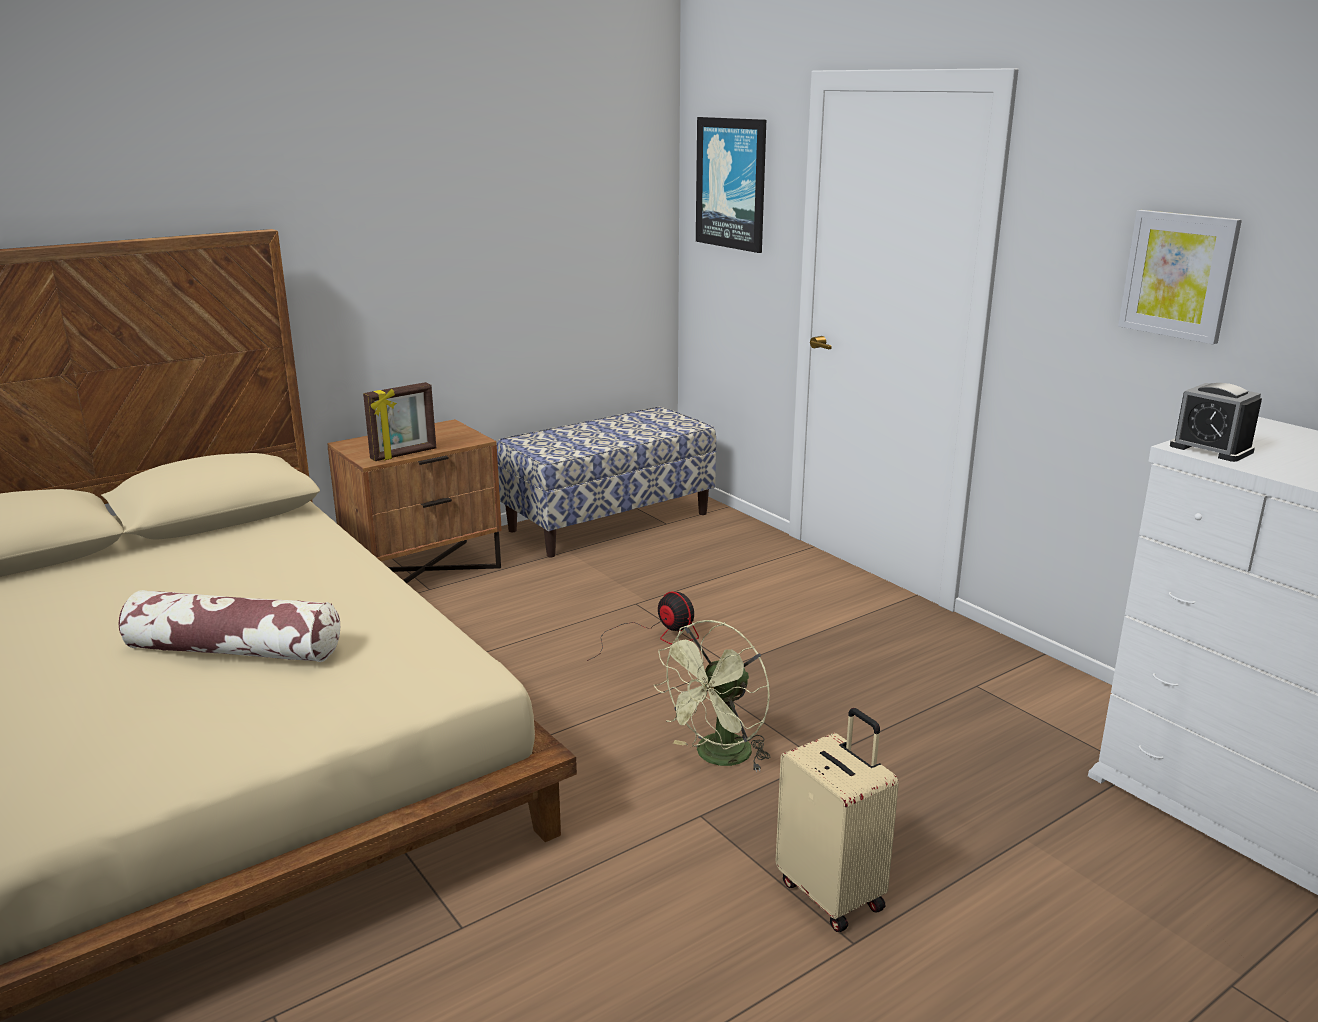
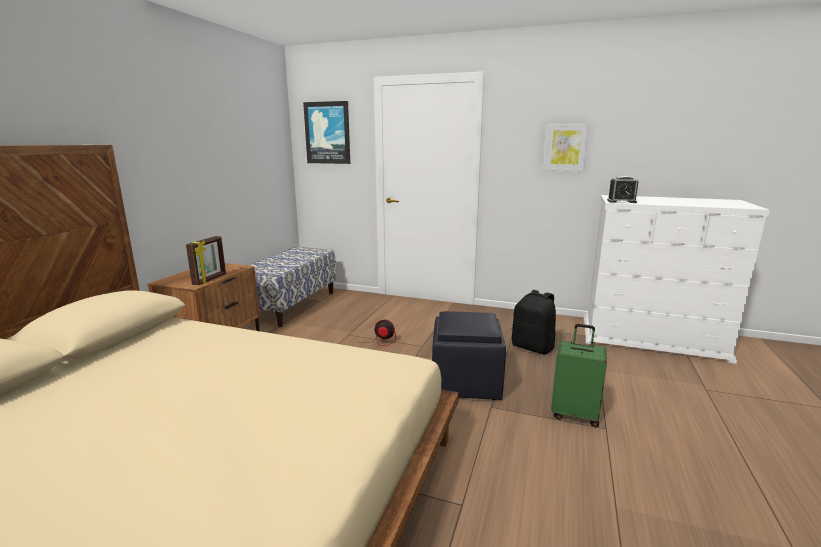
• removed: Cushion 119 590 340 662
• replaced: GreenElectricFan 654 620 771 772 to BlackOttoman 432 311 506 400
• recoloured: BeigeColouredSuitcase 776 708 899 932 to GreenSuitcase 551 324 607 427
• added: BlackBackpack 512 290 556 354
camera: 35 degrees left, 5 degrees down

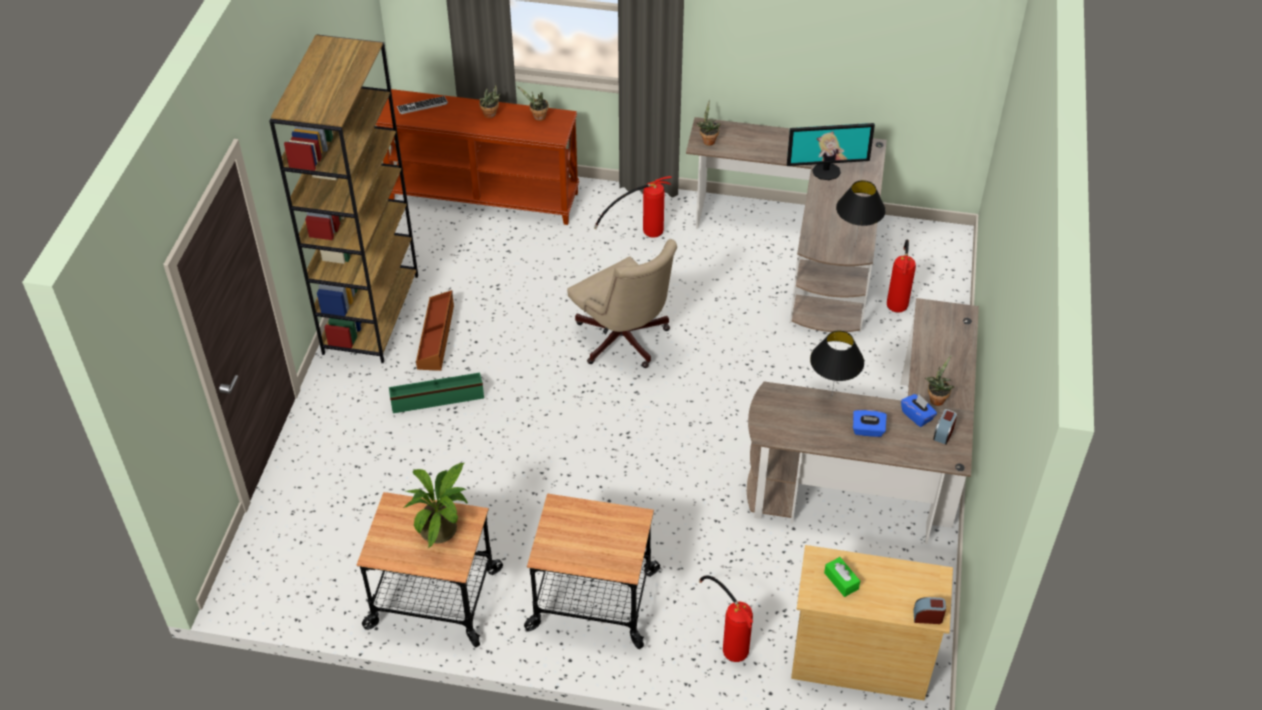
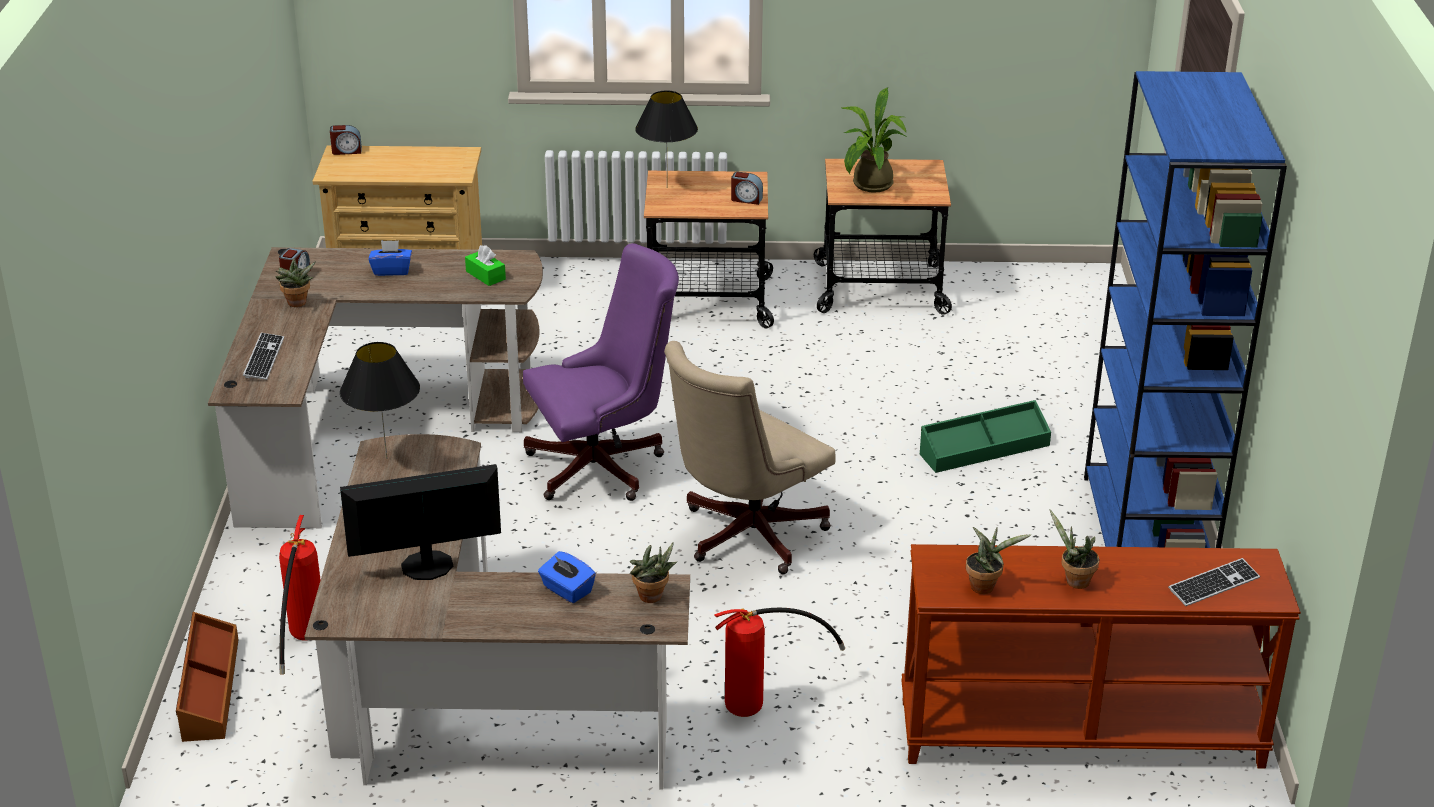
• recoloured: BrownBookshelf 269 35 418 363 to BluishBookshelf 1084 71 1287 548
• turned: BeigeColouredOfficeChair 567 239 677 368 = 664 341 836 574 90 degrees counterclockwise
• moved: BrownStorageContainer 416 290 454 371 to 176 612 239 742
• moved: BlackTableLamp 810 331 864 398 to 635 91 698 188
• moved: BluishTissueHolder 901 394 937 427 to 538 551 596 603
• moved: GreenTissueHolder 824 557 860 597 to 465 245 506 286
• removed: Extinguisher 699 575 753 662
• added: BedsideClock 731 172 763 205
• added: PurplishOfficeChair 523 243 679 501
• added: Keyboard 243 333 284 380
camera: 170 degrees right, 15 degrees down

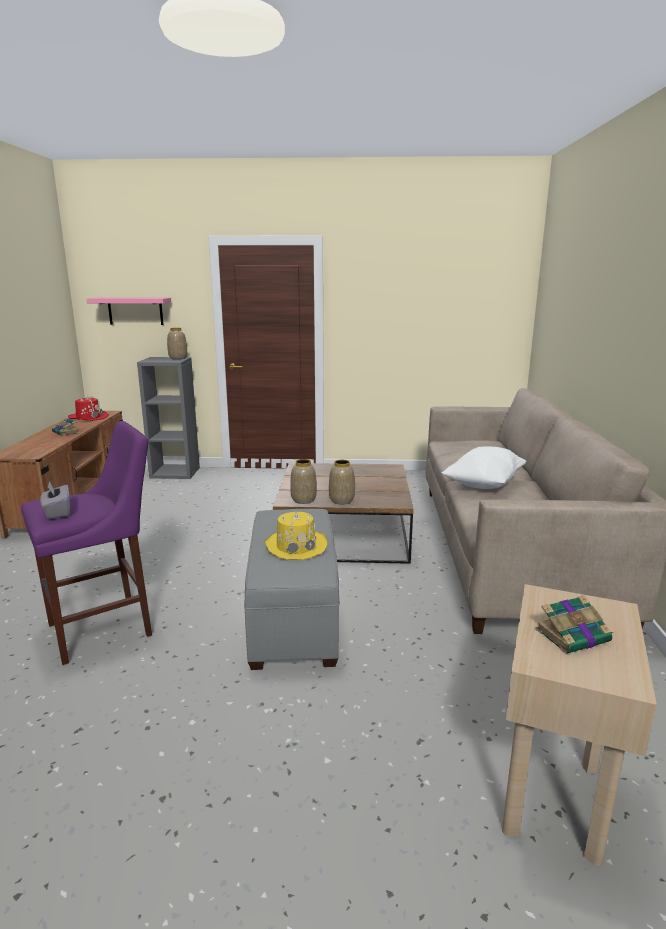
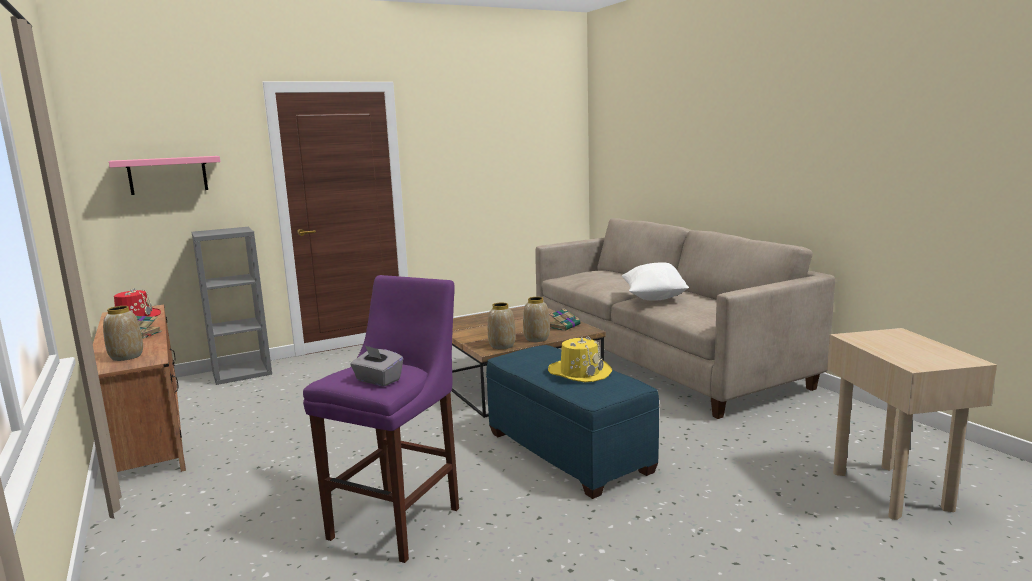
• moved: DecorativeVase 167 328 187 359 to 103 306 143 361
• recoloured: GreyOttoman 244 509 340 670 to BluishOttoman 486 345 659 499
• moved: Volume 535 595 613 654 to 549 308 581 331
camera: 30 degrees left, 5 degrees down

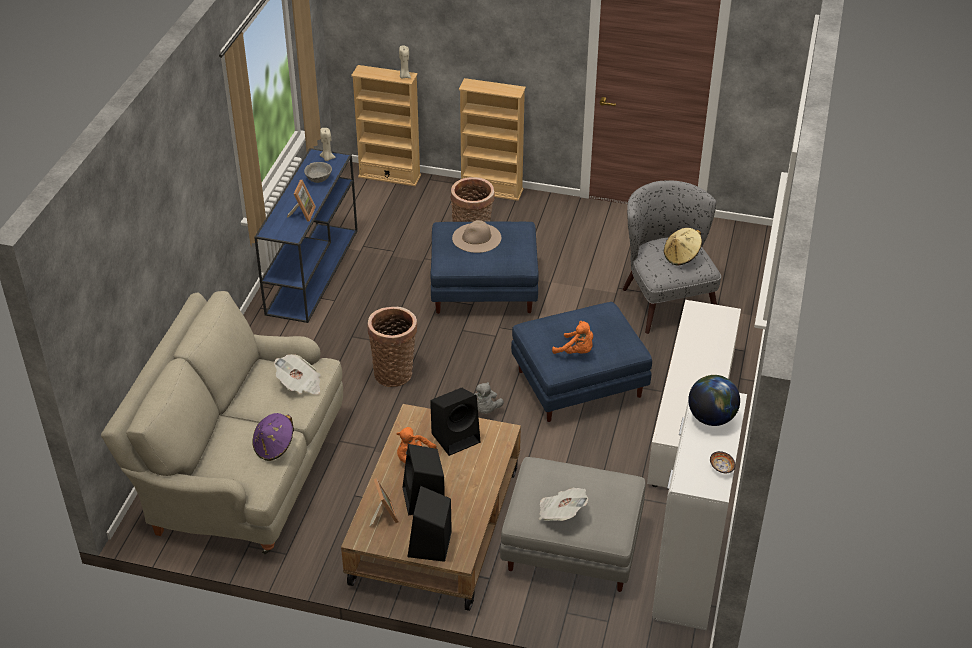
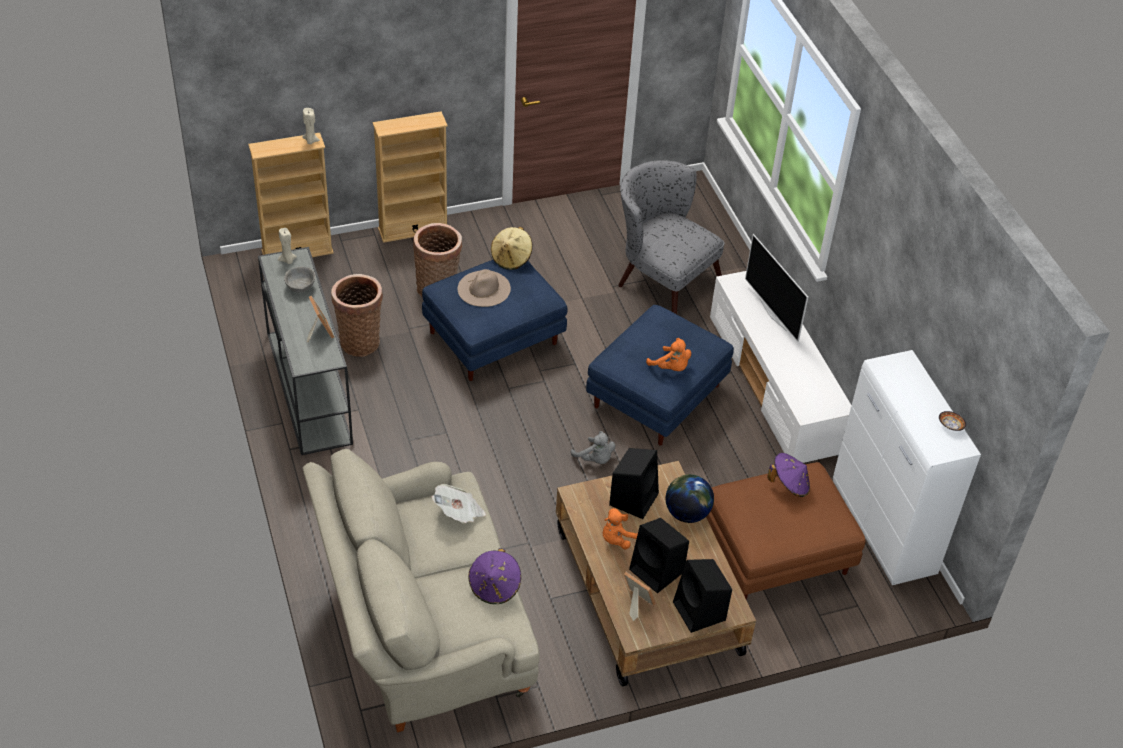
• recoloured: BluishHallTable 254 148 358 323 to GreyHallTable 258 247 353 455
• moved: BeigeColouredHat 664 228 702 265 to 491 227 533 270
• moved: HouseholdBasket 367 307 417 387 to 331 274 383 357
• turned: OrangeyCuddlyToy 552 321 593 354 = 646 338 691 371 45 degrees clockwise
• moved: DeskGlobe 688 375 740 426 to 666 474 714 523
• recoloured: GreyOttoman 500 457 646 592 to BrownOttoman 706 462 866 600
• removed: Newspaper 539 488 588 521
• added: Television 745 234 808 342
• added: PurplishHat 767 453 810 497
camera: 35 degrees left, 5 degrees up

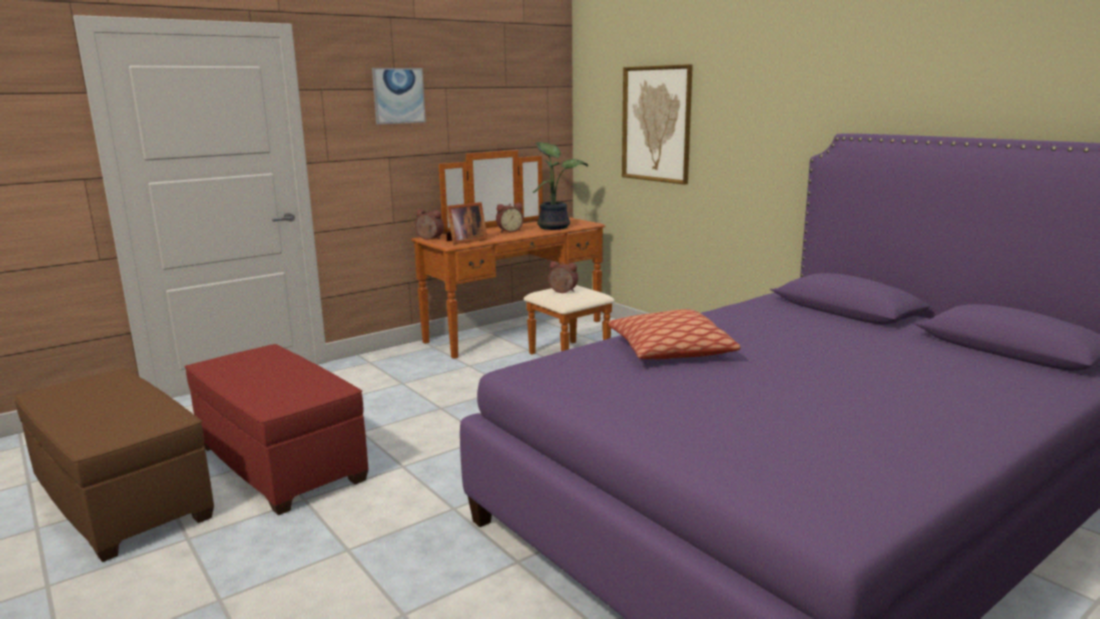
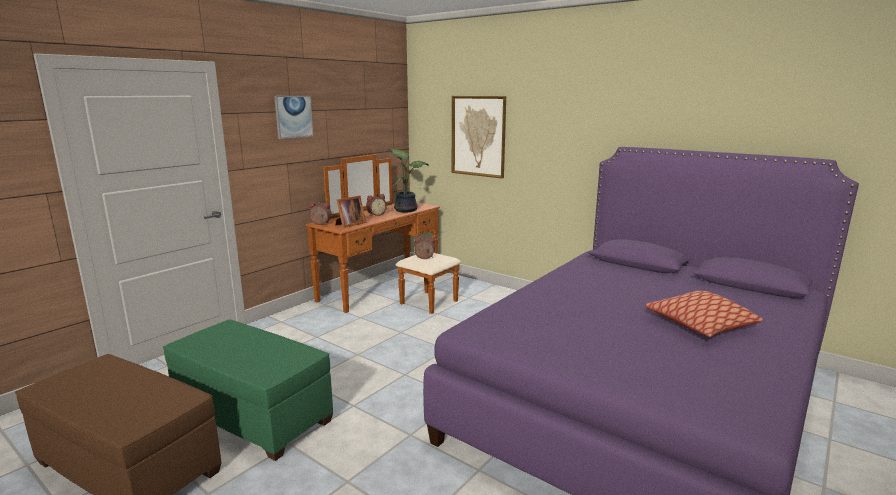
• moved: Cushion 608 309 741 359 to 645 291 763 337
• recoloured: RedOttoman 185 344 369 515 to GreenOttoman 163 319 333 461
camera: 15 degrees left, 0 degrees up

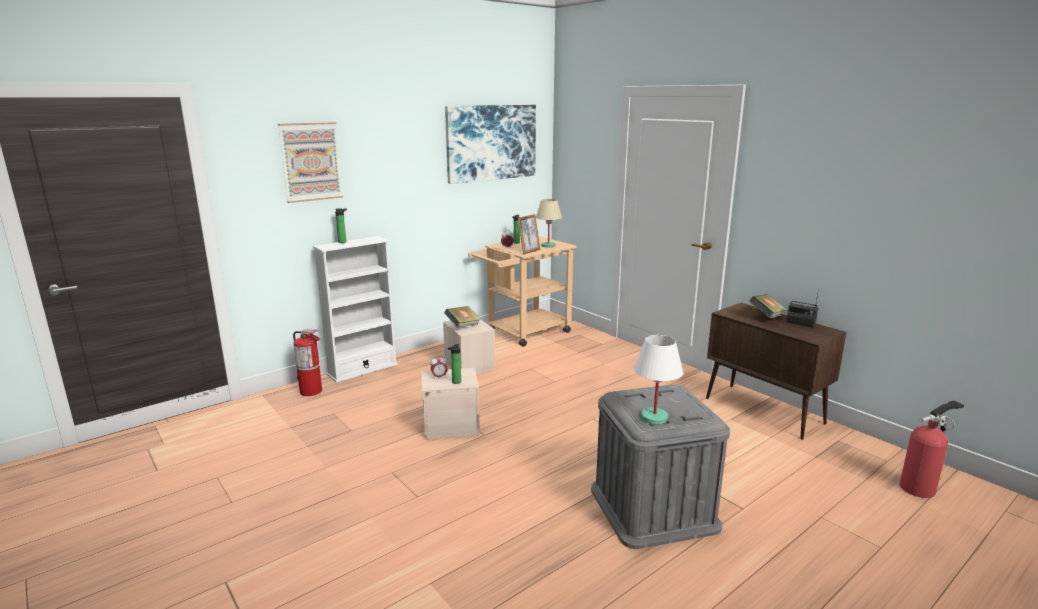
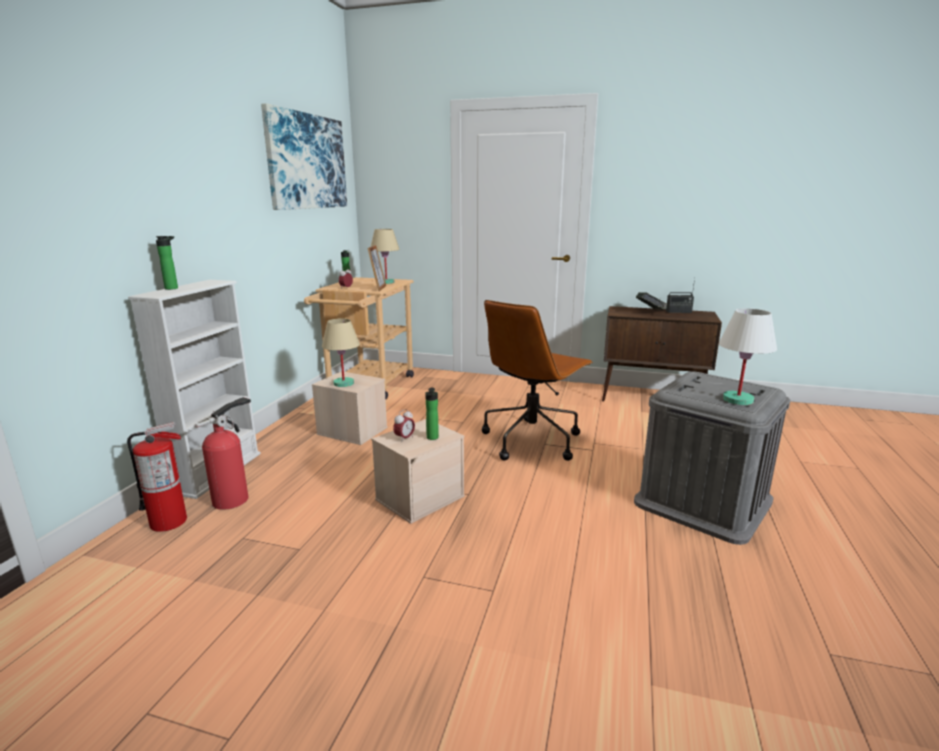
• removed: WallPicture 278 122 343 203
• replaced: Volume 444 306 481 327 to BeigeColouredTableLamp 322 318 360 387
• moved: Extinguisher 899 400 964 498 to 195 397 251 510
• added: BrownOfficeChair 482 300 593 461
camera: 35 degrees left, 0 degrees up

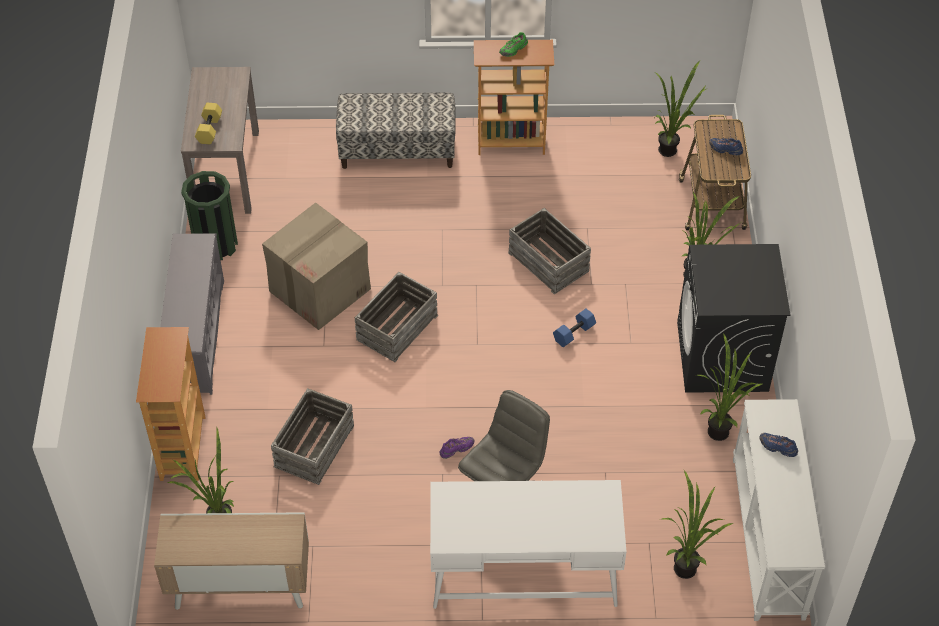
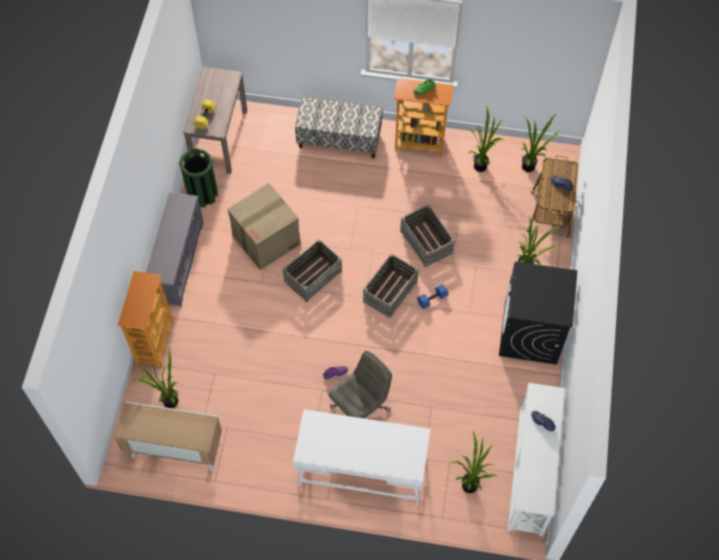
• moved: PottedPlant 696 333 762 441 to 464 106 503 172
• moved: ShippingCrate 271 388 354 485 to 362 254 419 318
camera: 10 degrees right, 10 degrees up

